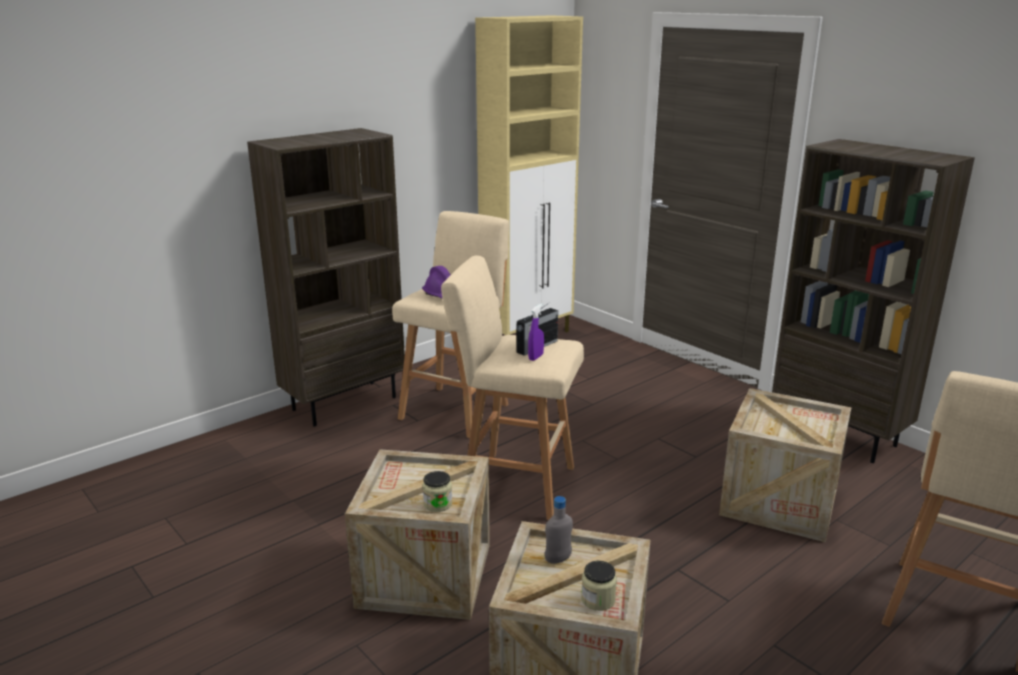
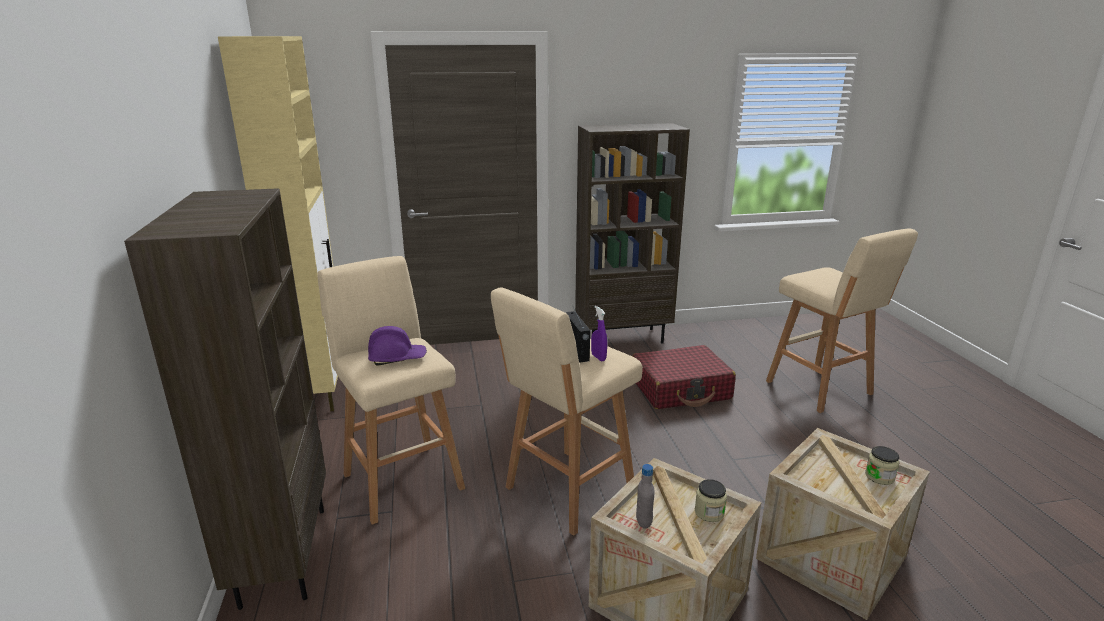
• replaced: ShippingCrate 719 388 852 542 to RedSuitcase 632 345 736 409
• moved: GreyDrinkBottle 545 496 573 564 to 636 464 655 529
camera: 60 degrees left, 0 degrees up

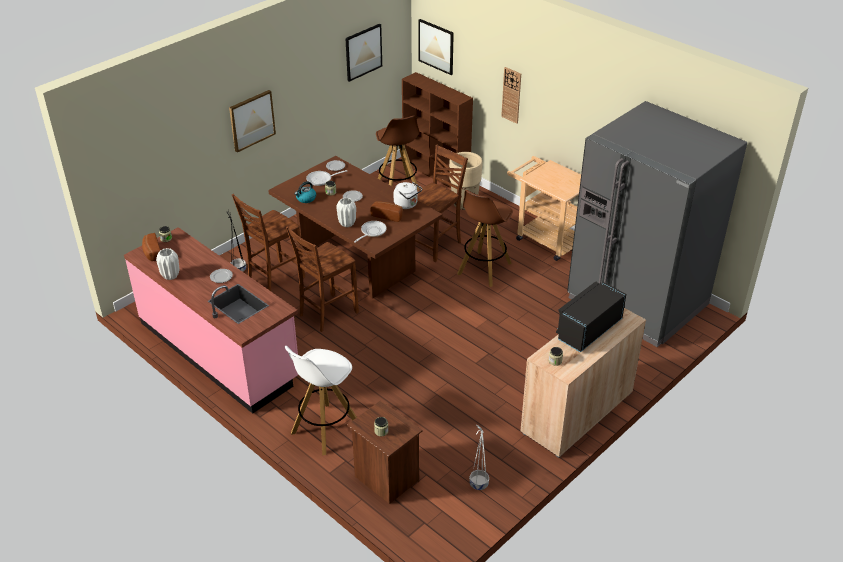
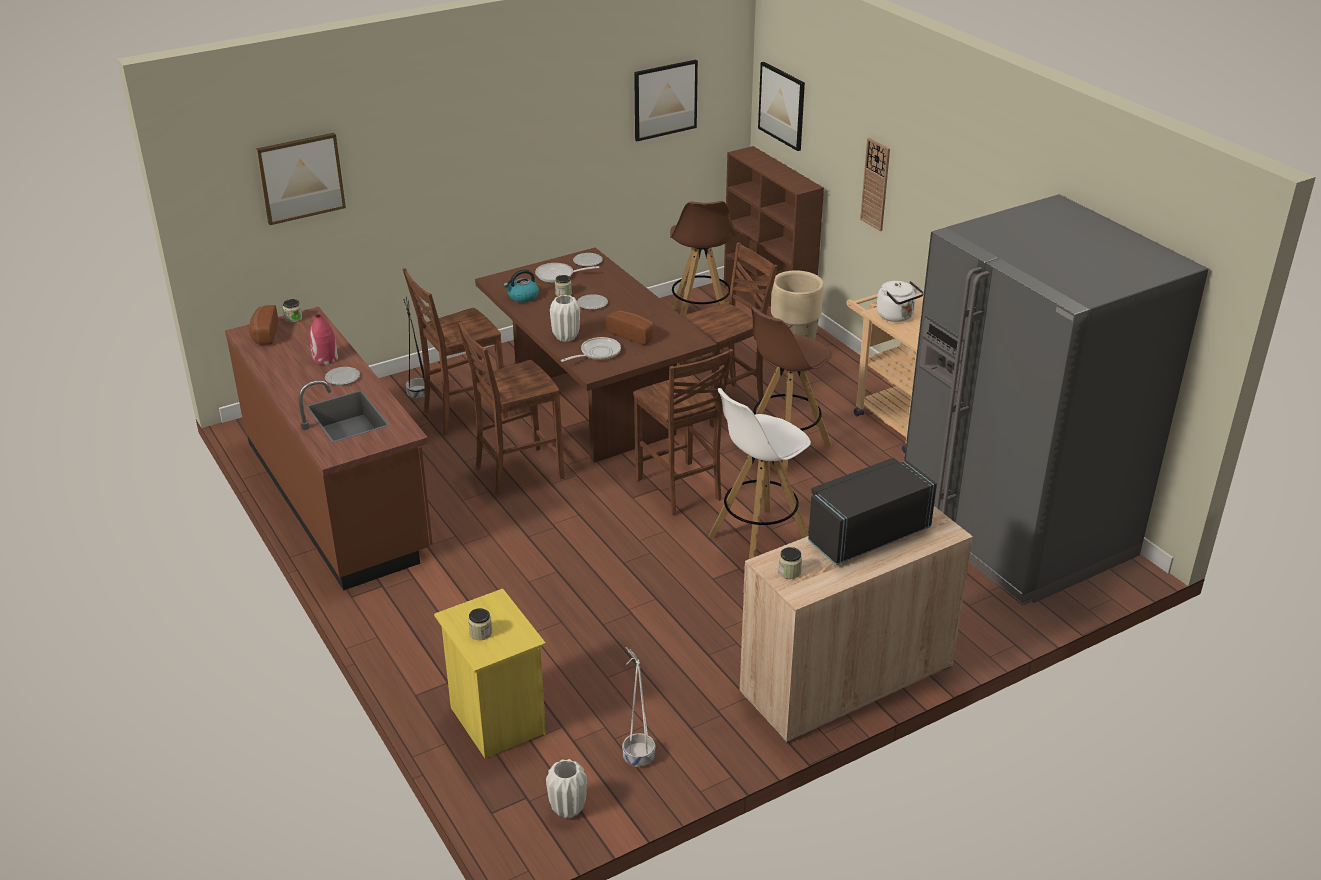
• moved: WallPicture 229 90 276 153 to 256 133 346 225
• moved: WhiteWaterKettle 394 182 422 209 to 877 281 924 322
• recoloured: PinkKitchenBaseUnit 124 227 298 414 to BrownKitchenBaseUnit 225 306 433 591
• moved: WhiteDecorativeVase 156 248 179 280 to 546 759 587 818
• moved: WhiteStoolSeat 285 346 357 455 to 709 388 811 559
• recoloured: BrownNightTable 347 400 423 504 to YellowishNightTable 434 589 546 758
• added: RedDecorativeVase 310 314 338 365
• added: BrownUprightChair 633 349 734 516
camera: 15 degrees right, 5 degrees down

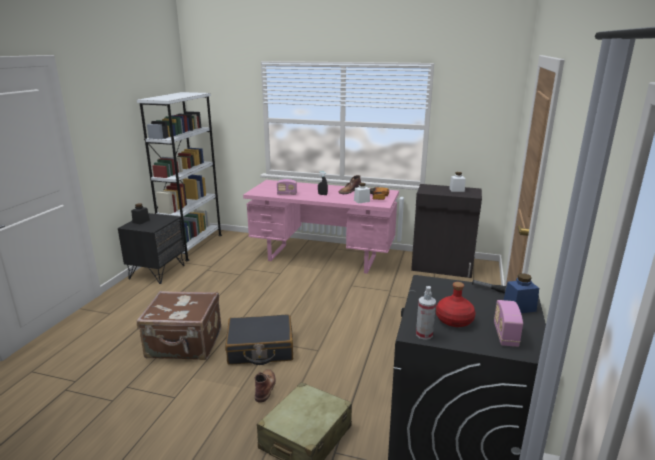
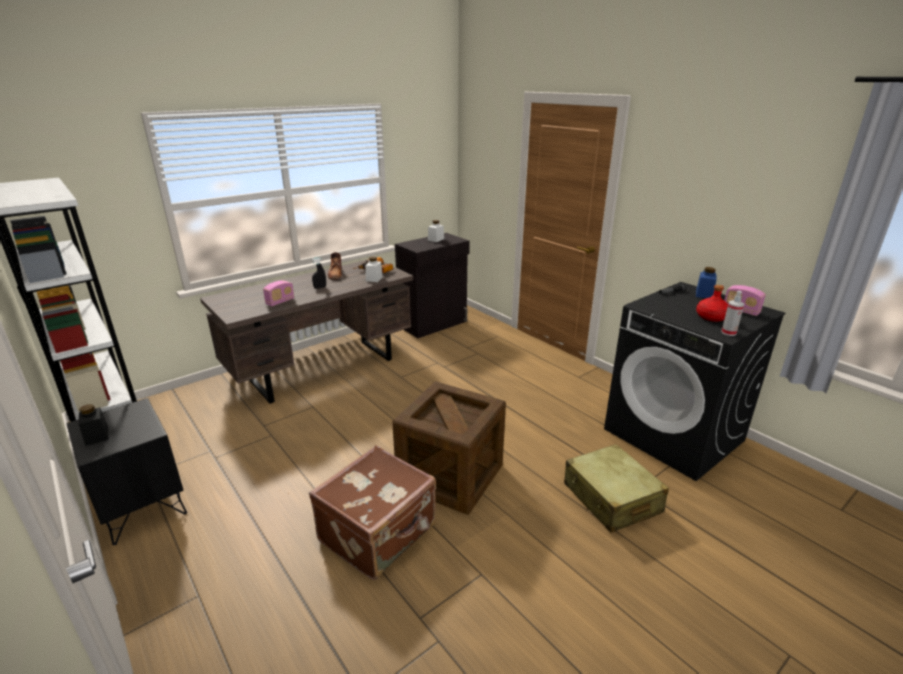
• recoloured: PinkDeskUnit 243 180 399 274 to BrownDeskUnit 200 259 413 404
• replaced: BlackSuitcase 225 314 293 365 to ShippingCrate 392 381 506 515
• removed: BrownTallBoot 255 369 276 403
camera: 55 degrees left, 5 degrees up

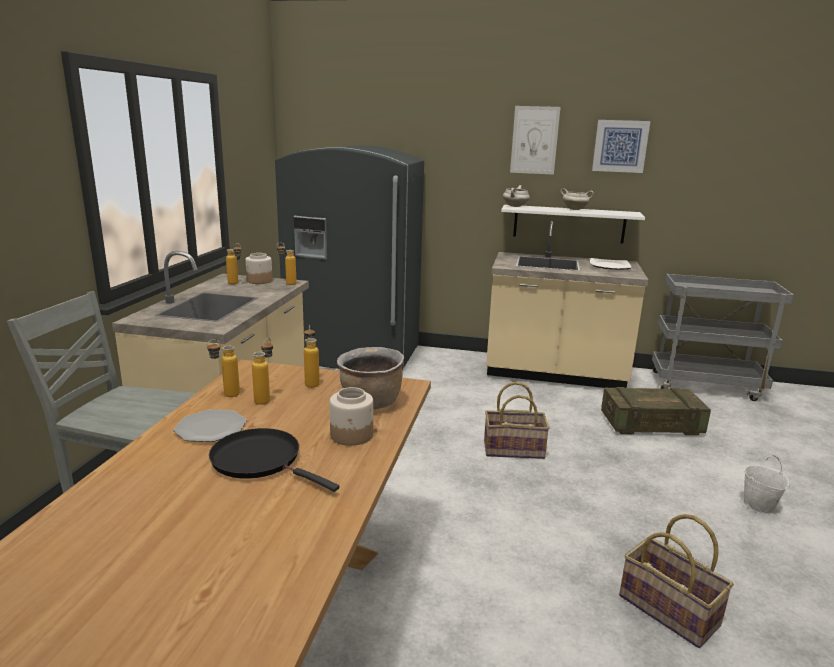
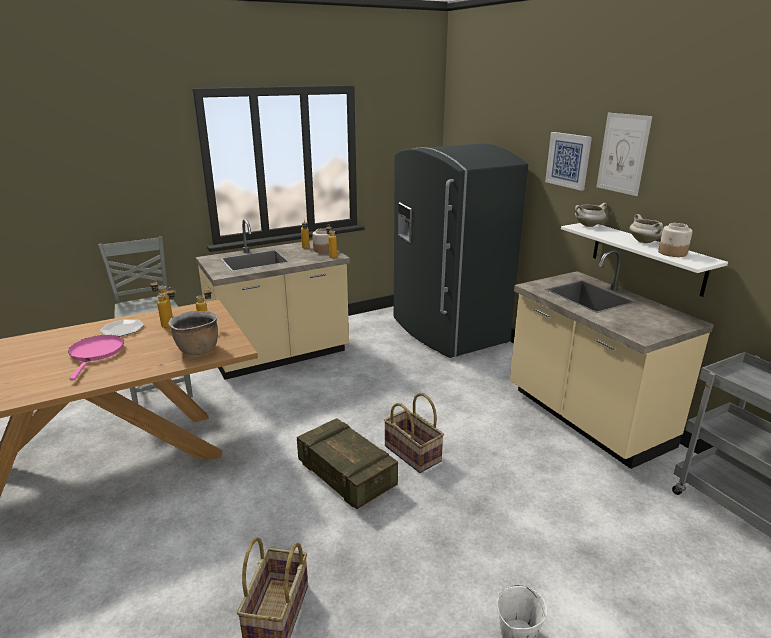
• moved: WallPicture 592 120 651 173 to 545 132 592 191
• removed: DinnerPlate 590 258 631 270
• moved: StorageJar 330 387 373 446 to 658 223 693 257
• moved: ShippingCrate 601 387 711 436 to 297 418 398 509
• recoloured: BlackSkillet 209 428 339 492 to PinkSkillet 68 335 124 380
camera: 50 degrees right, 5 degrees up

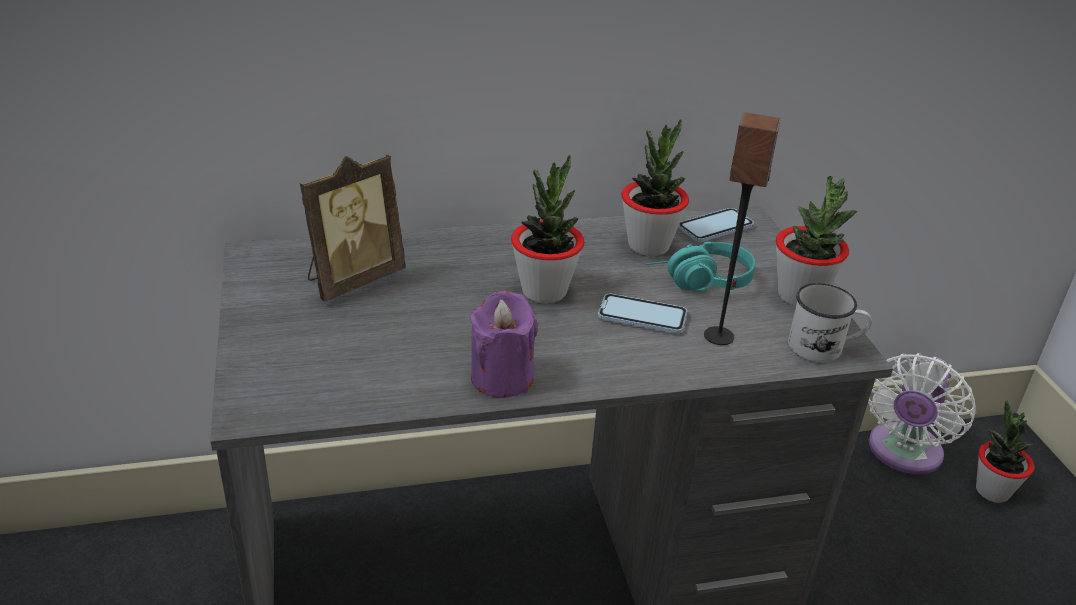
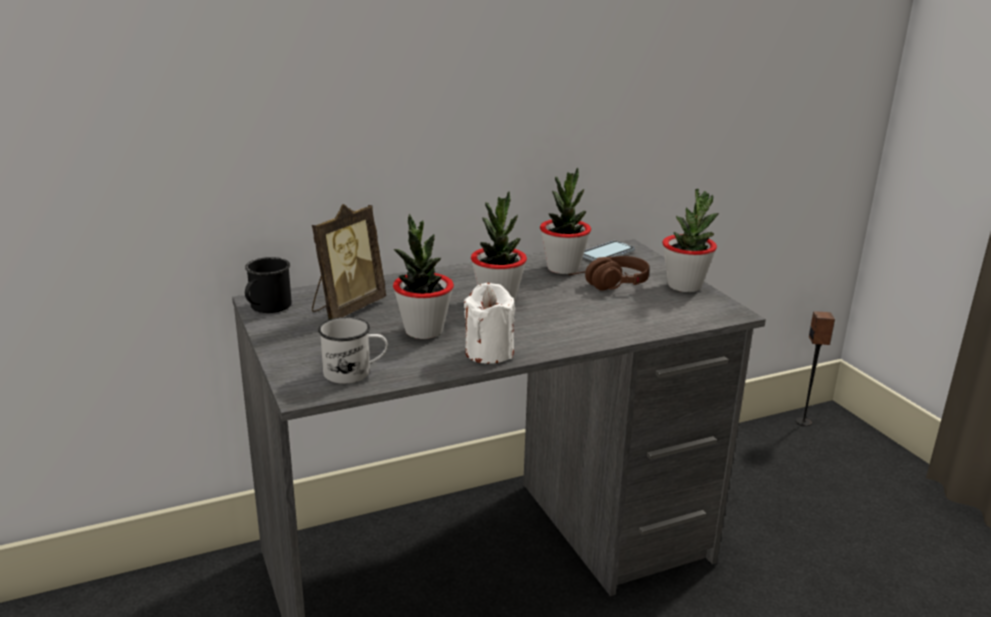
• moved: Loudspeaker 704 112 781 345 to 796 311 835 426
• recoloured: TurquoiseHeadphones 645 242 755 291 to BrownHeadphones 569 256 649 291
• moved: WhiteTeaMug 788 283 872 363 to 318 317 388 384
• recoloured: PurplishWaxLight 470 291 537 398 to WhiteWaxLight 464 283 515 364
• removed: Phone 598 293 687 334
• removed: WhiteElectricFan 868 353 976 474
• moved: PottedPlant 976 400 1034 503 to 393 214 454 339
• added: BlackTeaMug 245 257 292 313
camera: 10 degrees left, 10 degrees down

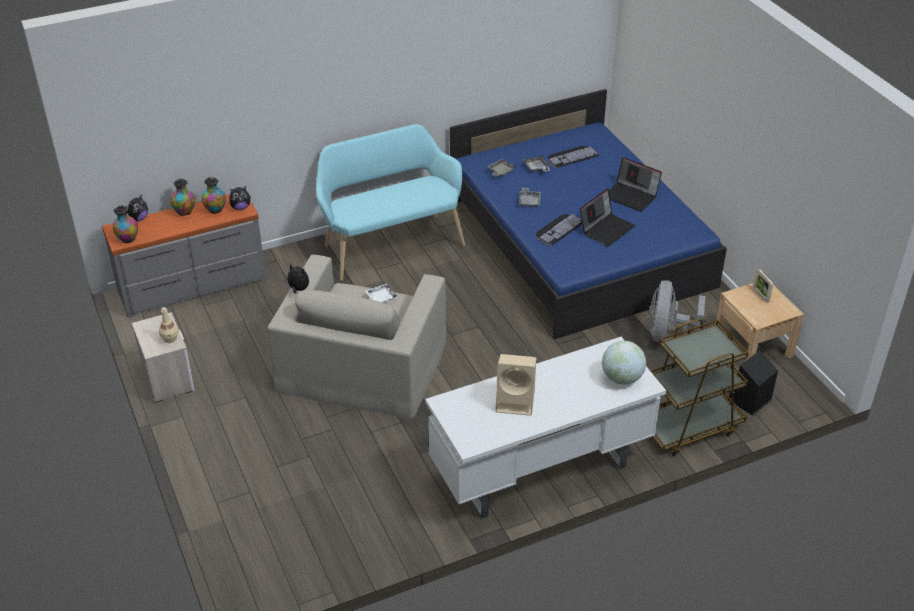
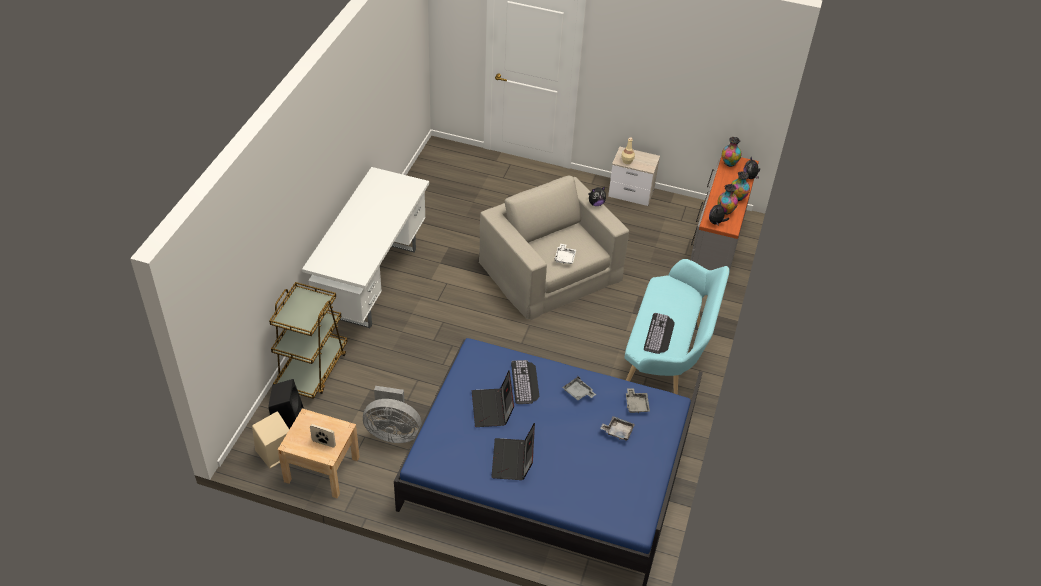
• moved: Keyboard 547 146 599 168 to 644 313 675 354
• turned: PortableComputer 609 157 662 212 = 491 423 535 480 75 degrees counterclockwise
• turned: GreyElectricFan 649 280 705 342 = 363 386 422 443 135 degrees clockwise
• removed: DeskGlobe 602 341 646 385
• moved: BeigeColouredLoudspeaker 496 354 537 416 to 252 411 289 469
camera: 130 degrees right, 5 degrees up

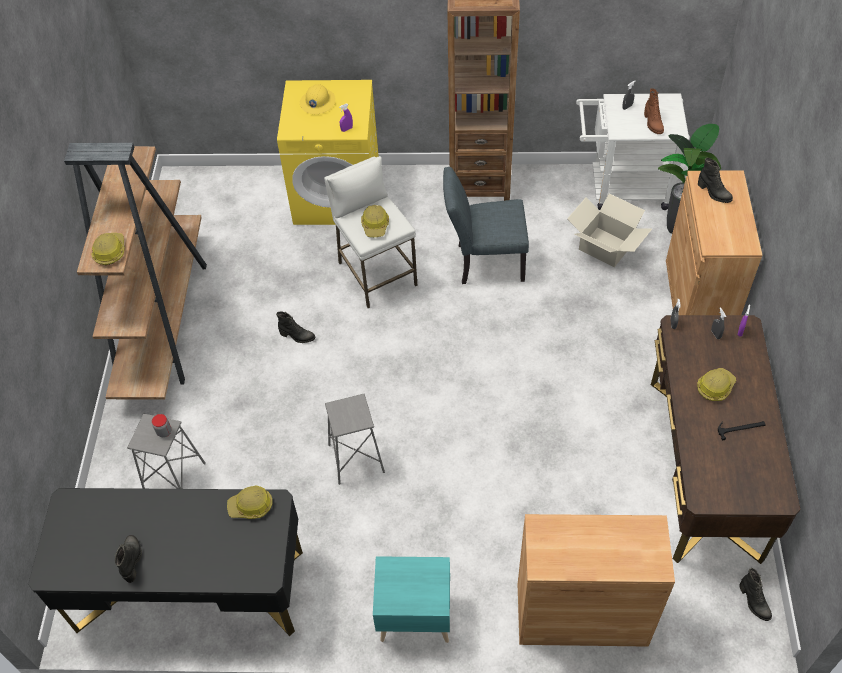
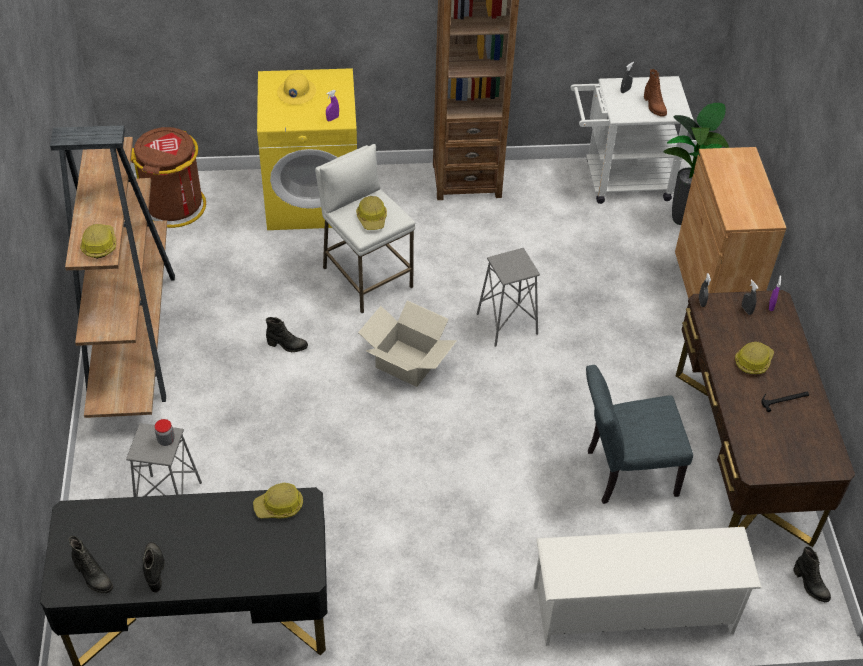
• moved: BlackTallBoot 698 158 733 203 to 69 536 113 594
• moved: GreyUprightChair 443 167 529 284 to 586 365 693 504
• moved: PackingBox 567 193 652 267 to 358 300 457 387
• moved: GreyStoolSeat 325 394 385 485 to 477 248 540 347
• replaced: BrownCabinet 518 514 675 647 to WhiteShoeShelf 534 527 762 646
• removed: TurquoiseNightTable 373 556 450 643
• added: BrownTrashCan 131 127 206 228
camera: 10 degrees left, 5 degrees down

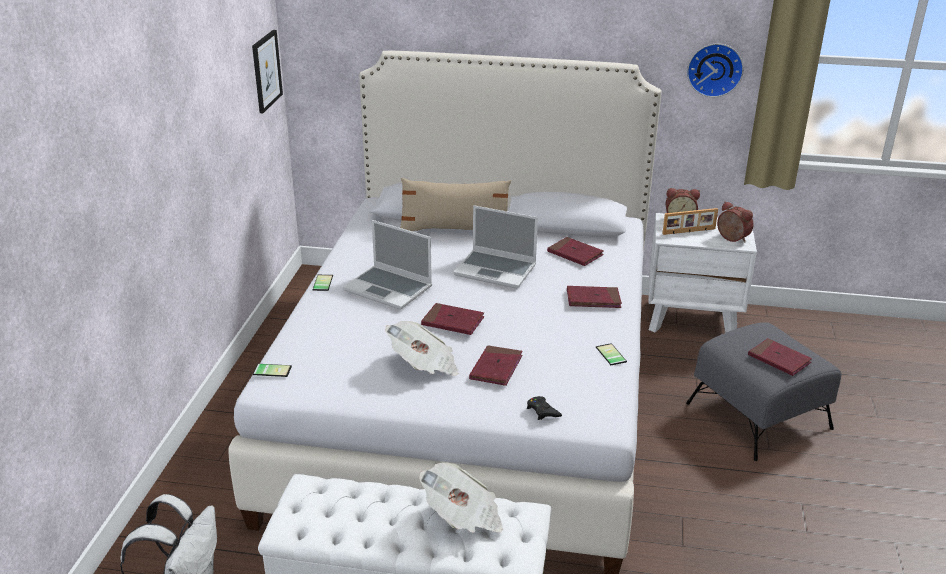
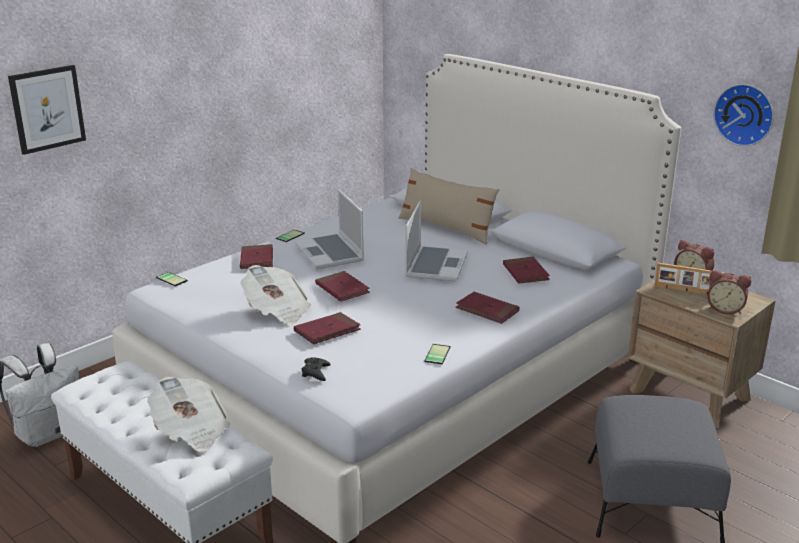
• moved: WallPicture 252 30 283 113 to 8 65 86 155
• turned: BedsideClock 717 202 753 242 = 707 270 751 314 120 degrees clockwise
• turned: PortableComputer 454 205 538 289 = 405 201 468 282 135 degrees counterclockwise
• recoloured: WhiteNightTable 649 213 757 333 to BrownNightTable 628 280 776 428
• moved: RedVolume 748 338 812 376 to 240 244 273 269
camera: 35 degrees right, 5 degrees down

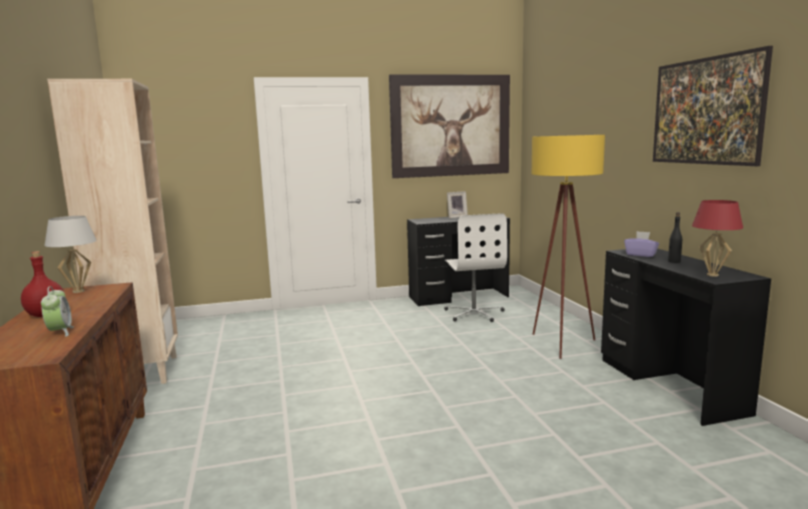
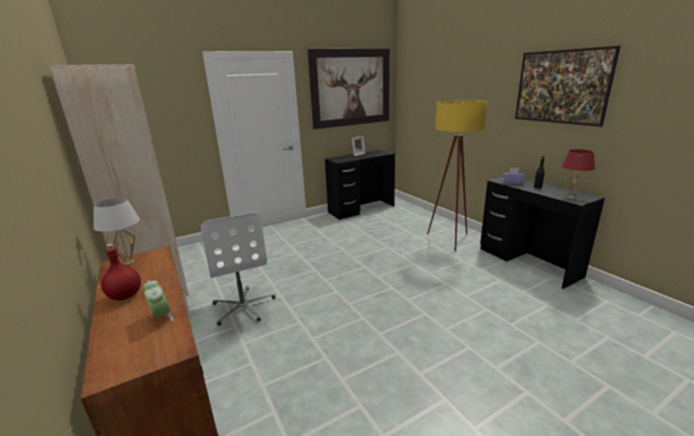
• moved: WhiteOfficeChair 444 213 507 322 to 201 212 276 326
camera: 15 degrees left, 10 degrees up

